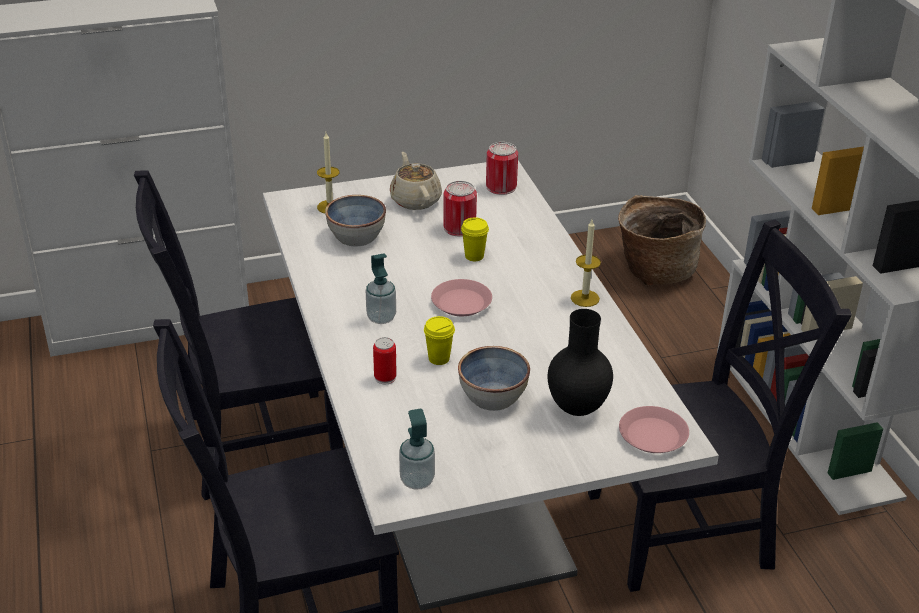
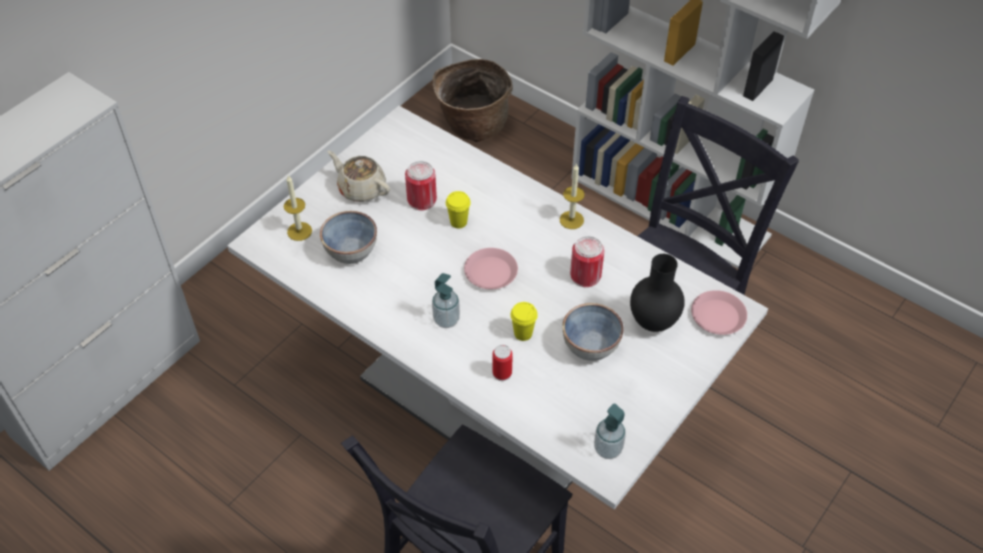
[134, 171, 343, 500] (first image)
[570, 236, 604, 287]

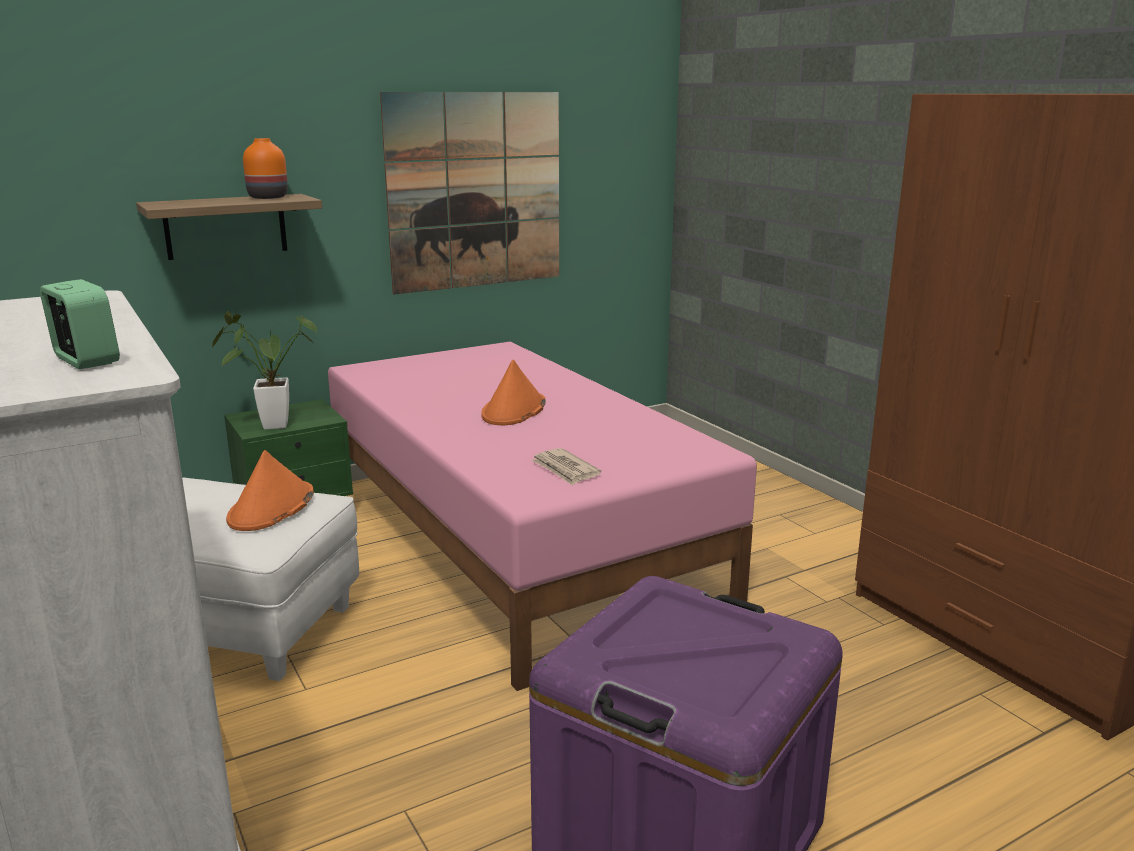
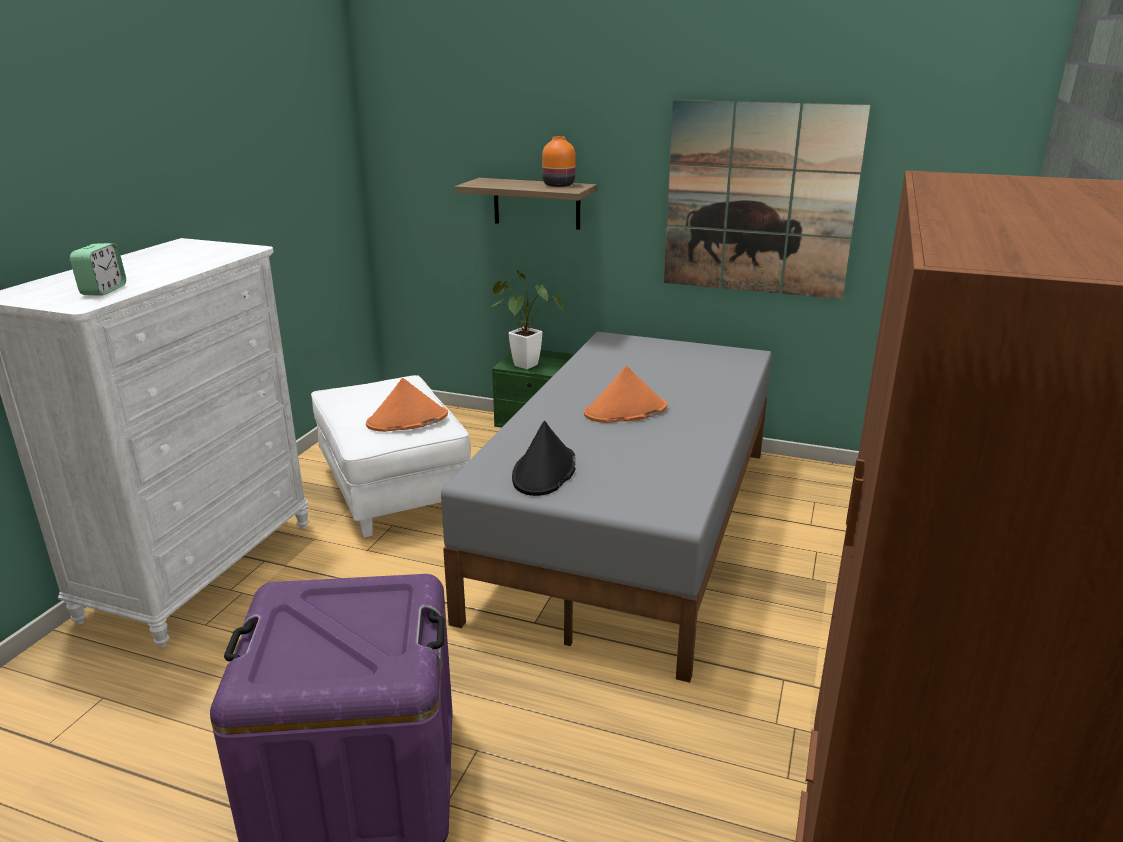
[512, 421, 576, 496]
[441, 332, 772, 683]

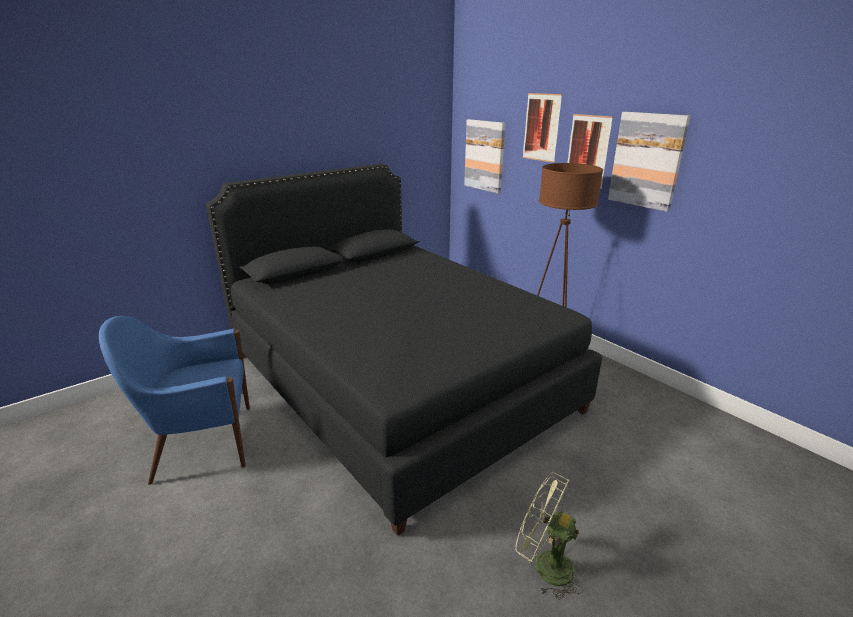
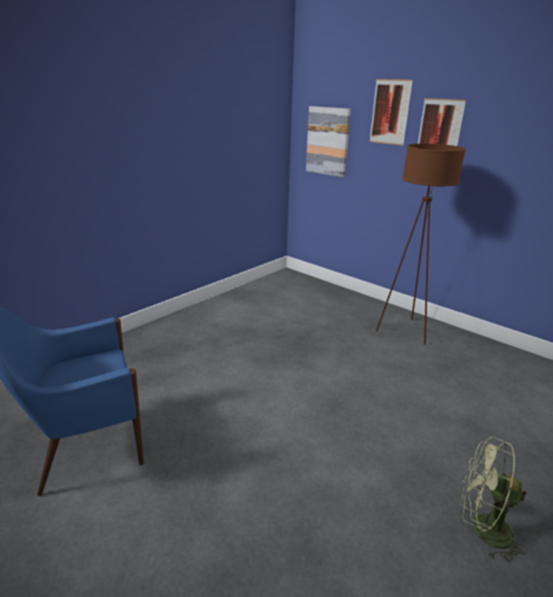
[206, 164, 602, 536] (first image)
[608, 112, 690, 212] (first image)

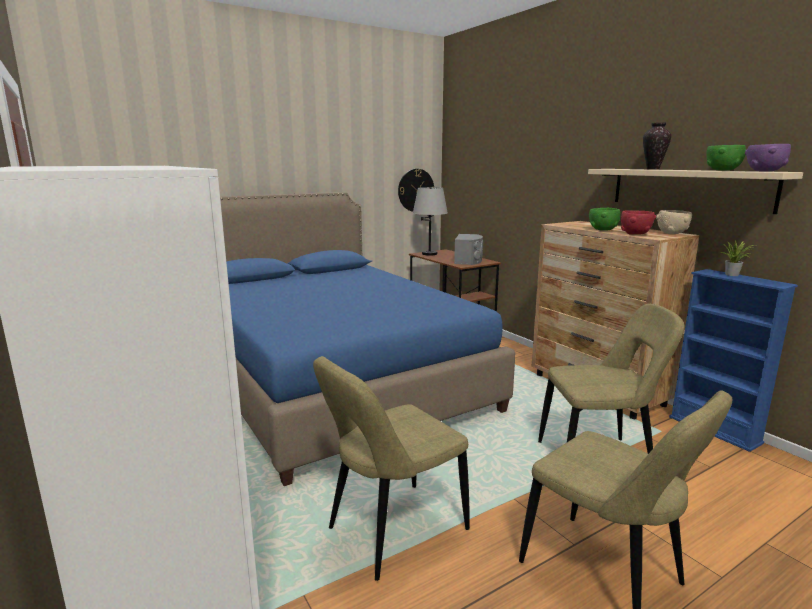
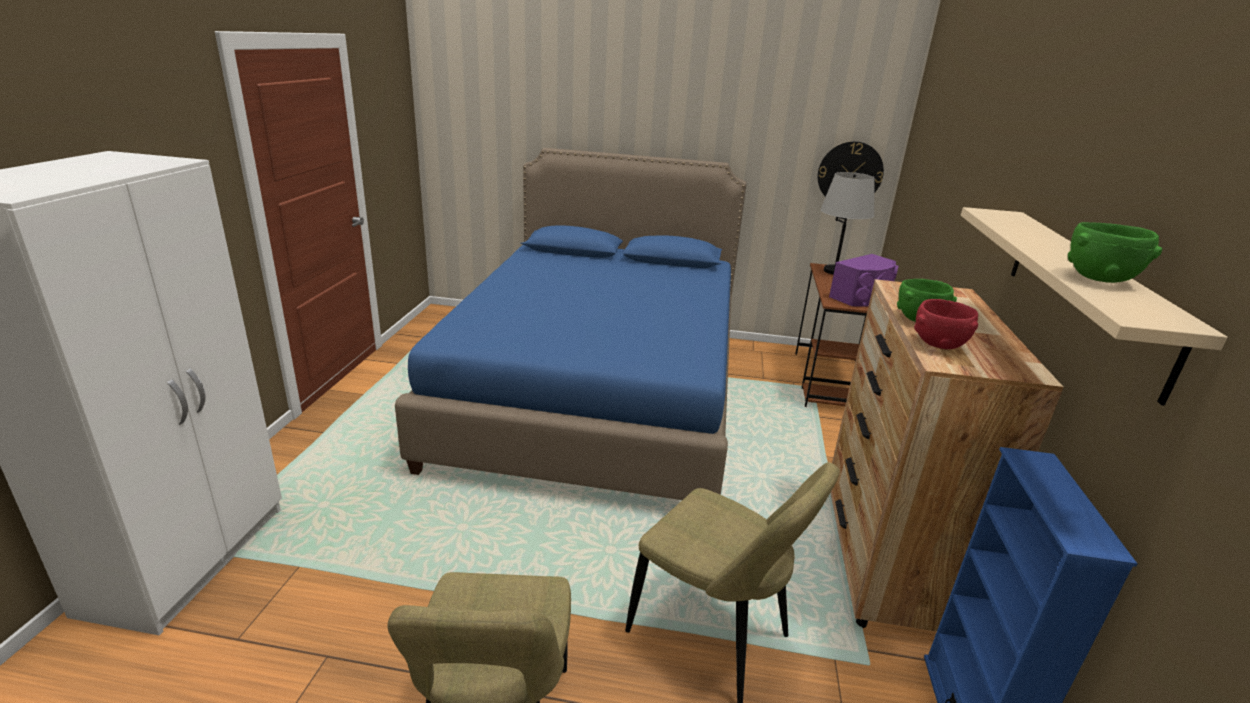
[313, 356, 470, 581] (first image)
[643, 122, 671, 170] (first image)
[656, 210, 692, 234] (first image)
[721, 240, 754, 276] (first image)
[745, 144, 791, 172] (first image)
[829, 254, 898, 307]

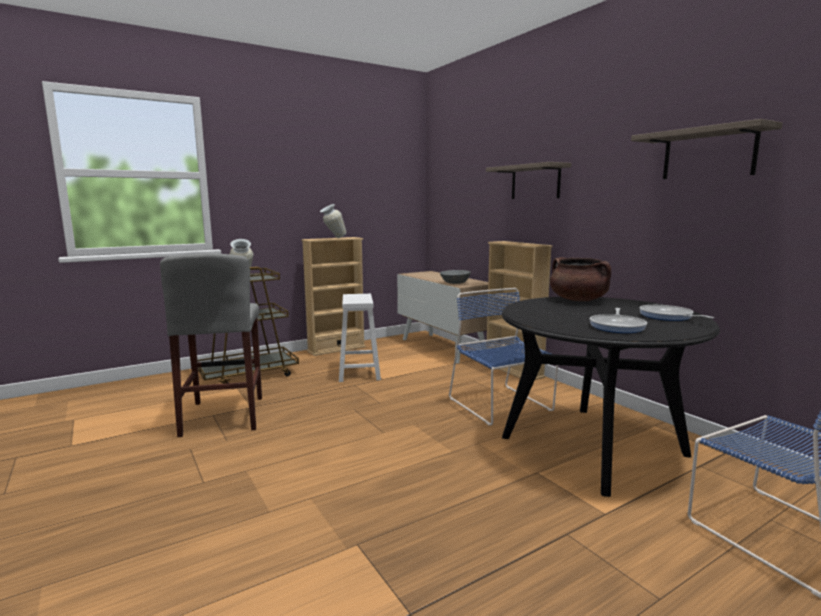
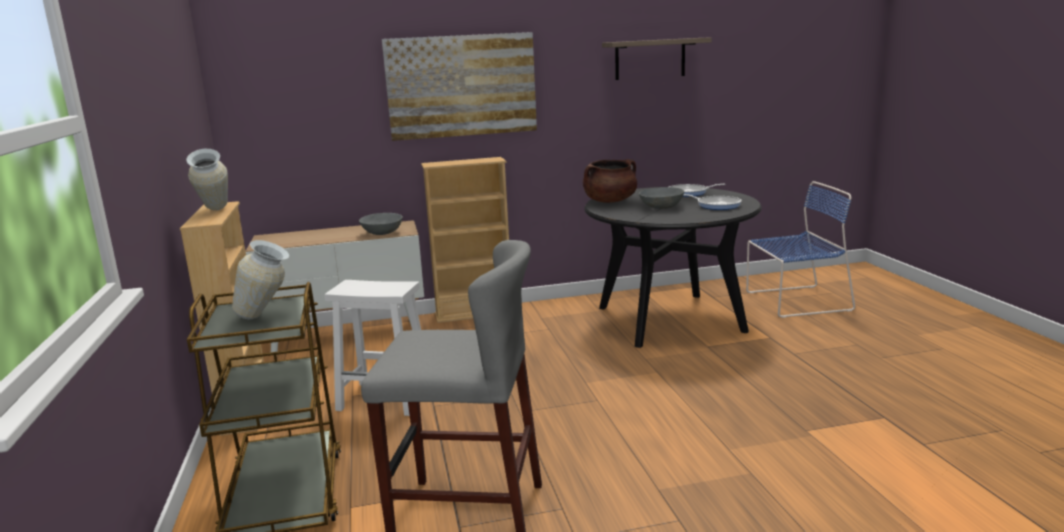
[449, 288, 558, 425] (first image)
[639, 187, 684, 209]
[382, 32, 537, 141]

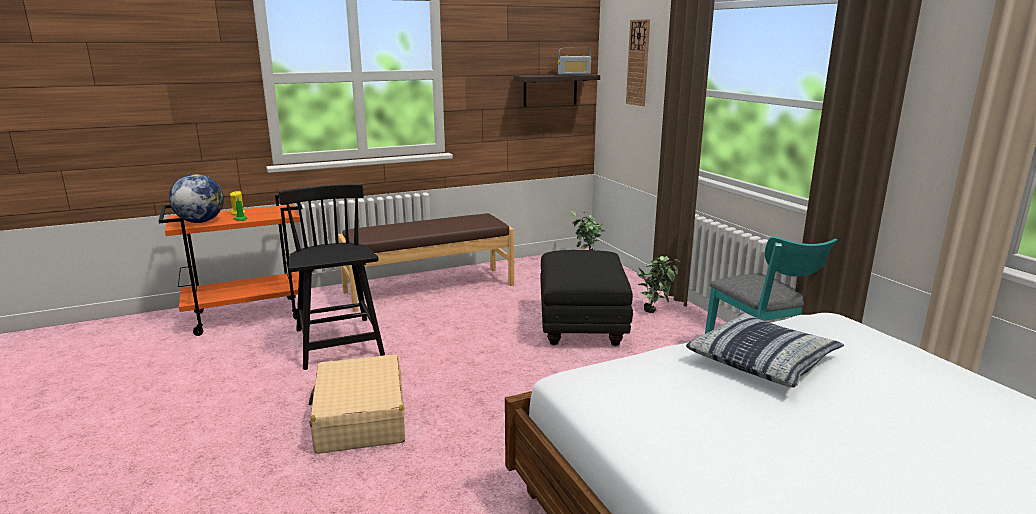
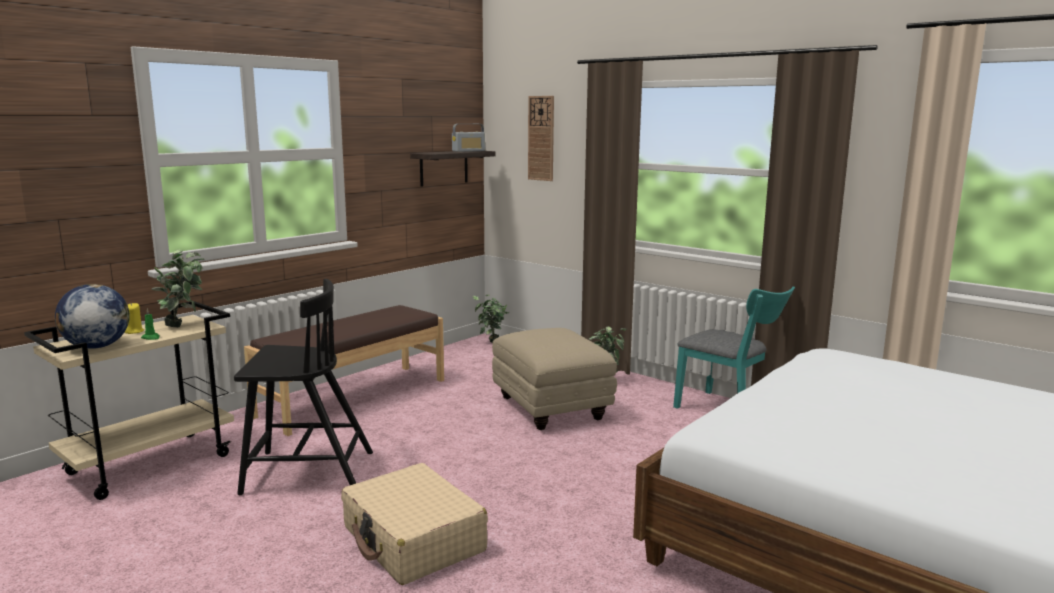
[686, 312, 844, 388] (first image)
[152, 249, 205, 327]
[24, 301, 234, 500]
[492, 328, 617, 430]
[234, 279, 373, 495]

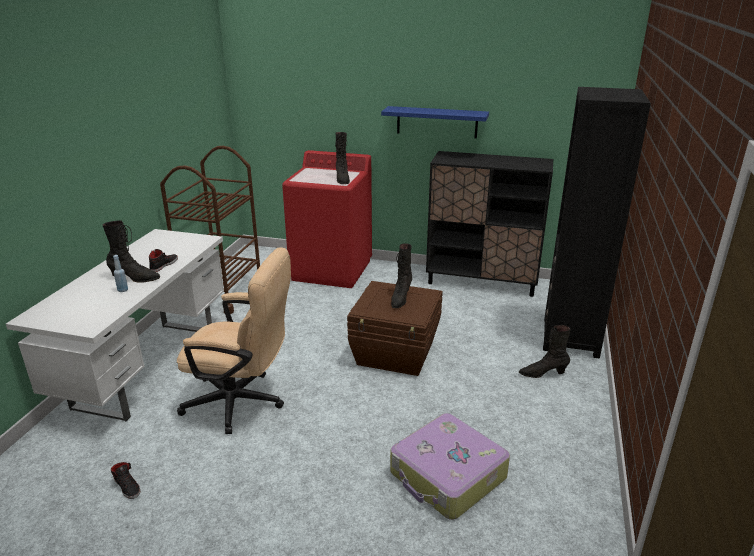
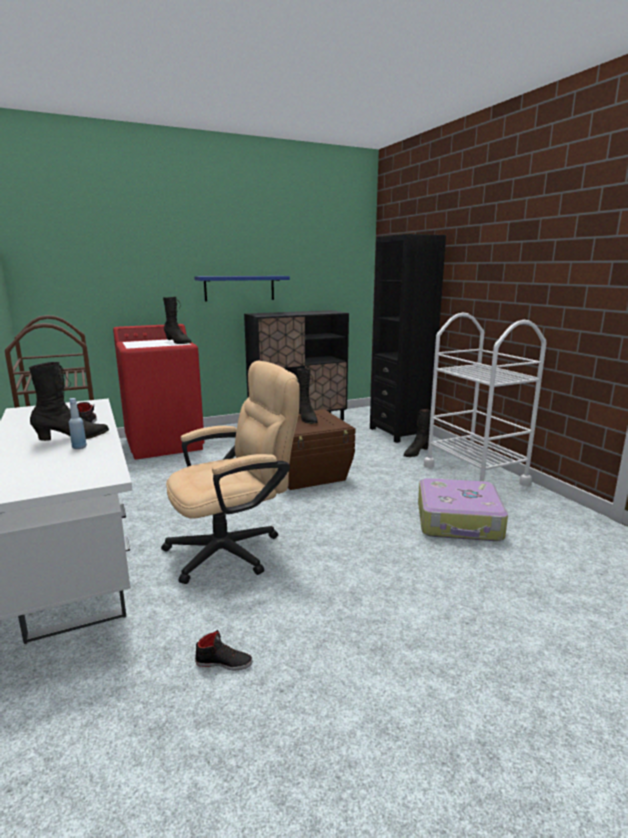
[424, 312, 547, 486]

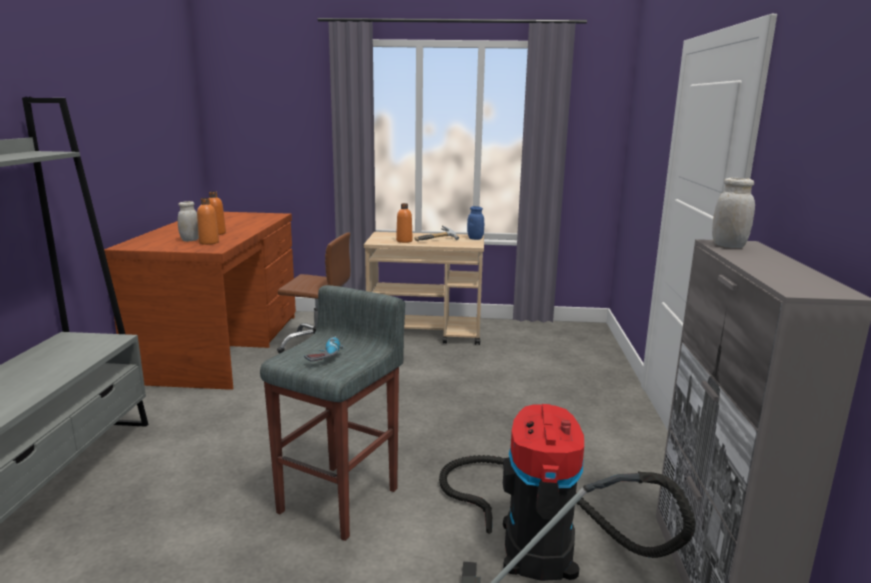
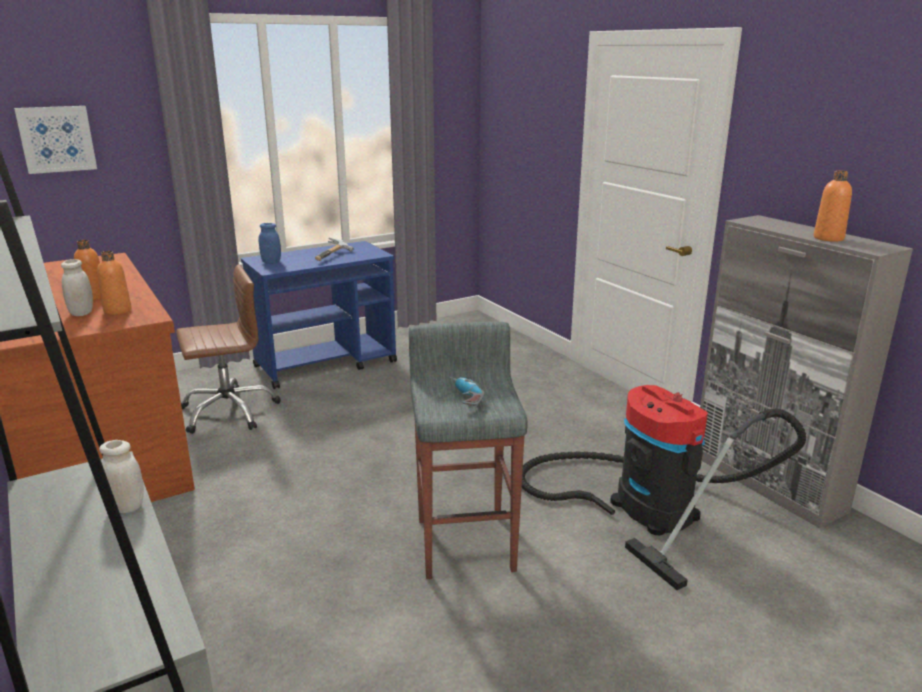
[14, 106, 97, 174]
[814, 170, 852, 242]
[259, 223, 281, 264]
[99, 440, 144, 513]
[241, 241, 397, 389]

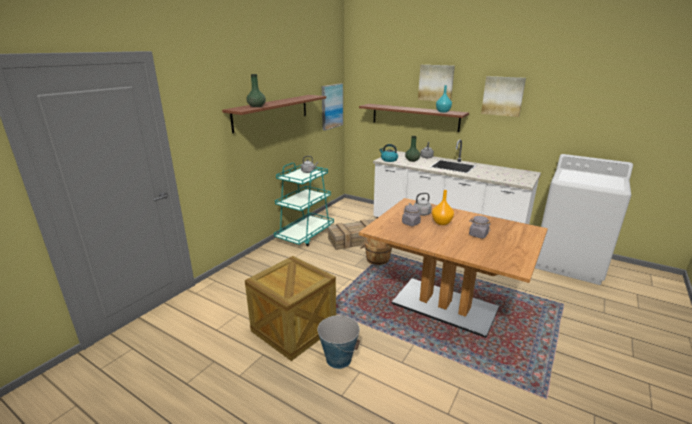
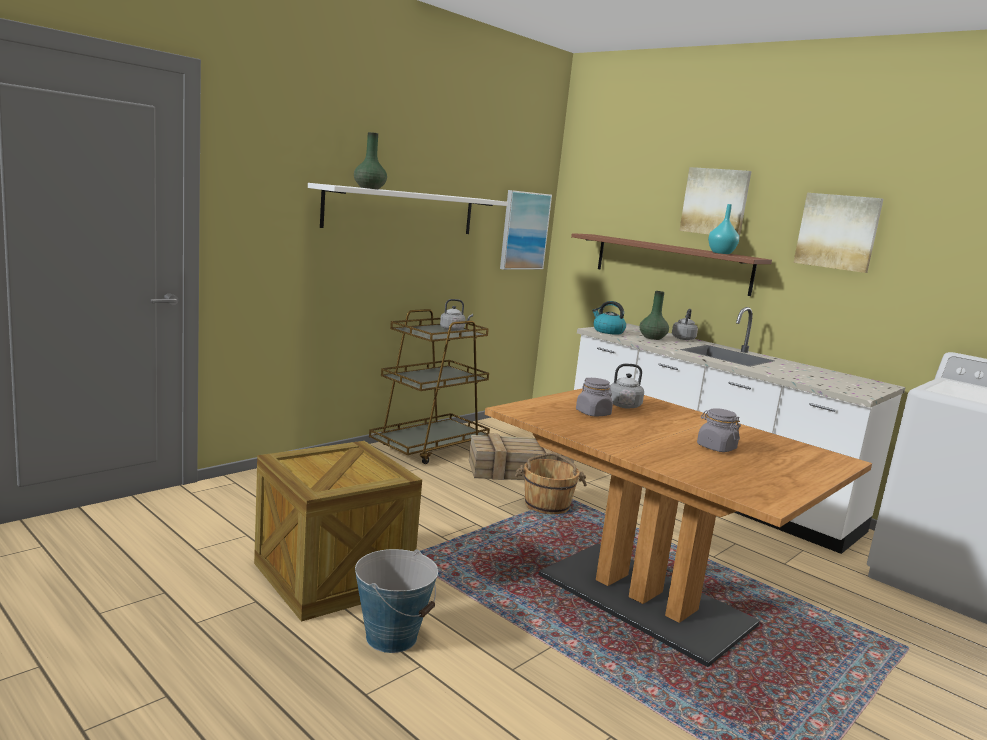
[432, 190, 454, 225] (first image)
[308, 183, 508, 234]
[369, 309, 490, 464]

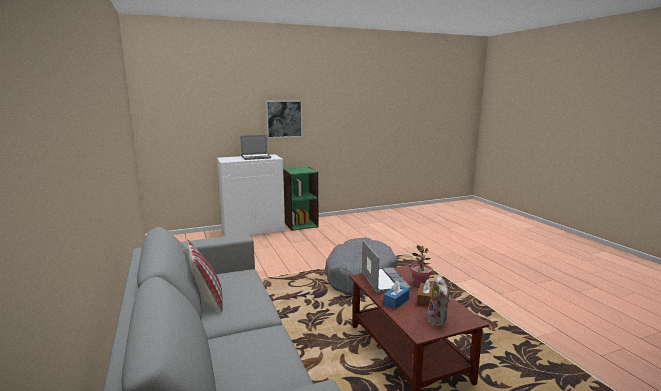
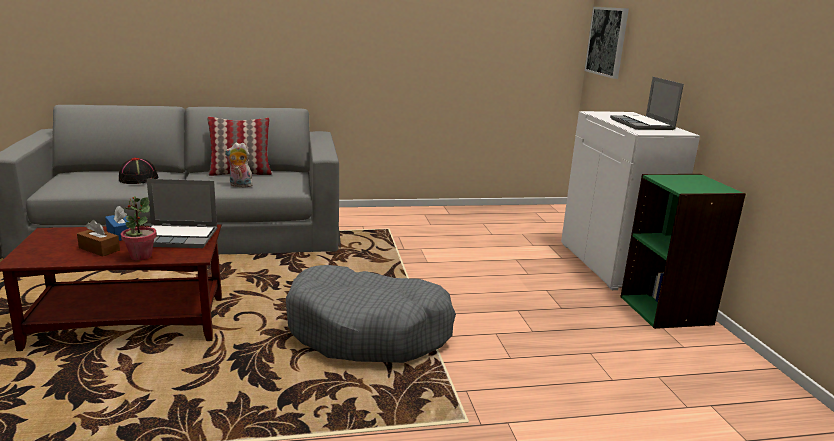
[119, 158, 159, 184]
[584, 7, 629, 79]
[225, 142, 253, 187]

